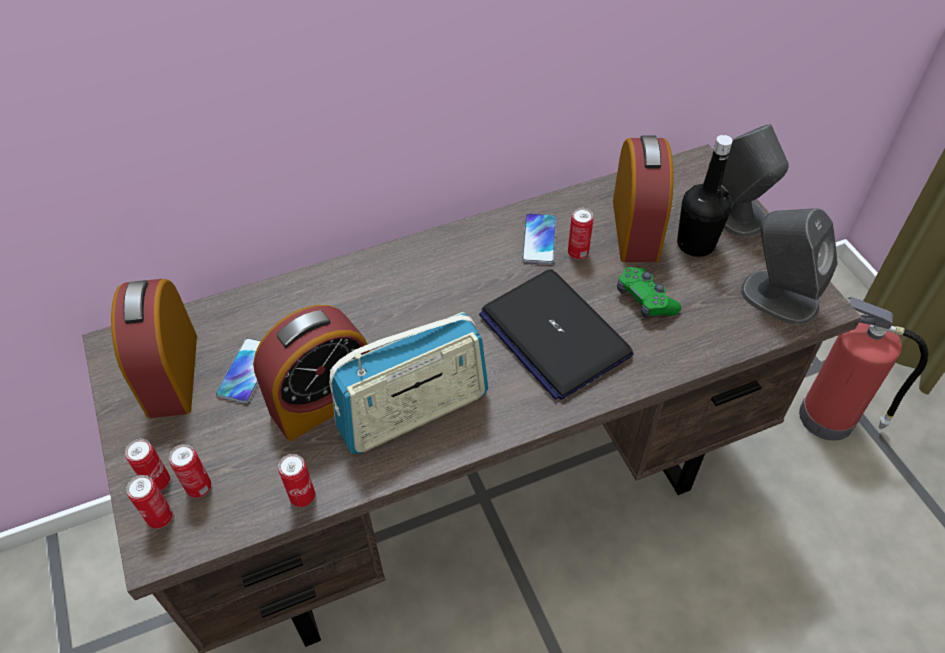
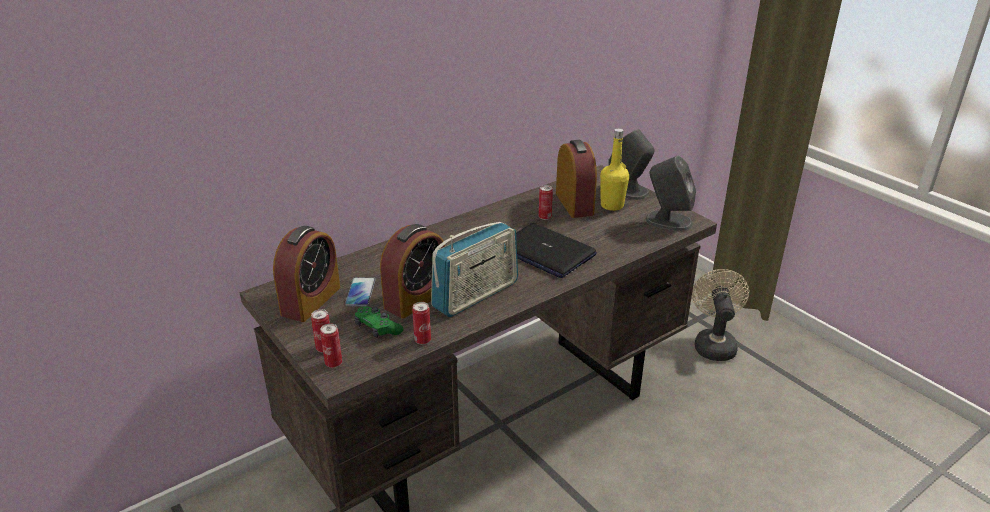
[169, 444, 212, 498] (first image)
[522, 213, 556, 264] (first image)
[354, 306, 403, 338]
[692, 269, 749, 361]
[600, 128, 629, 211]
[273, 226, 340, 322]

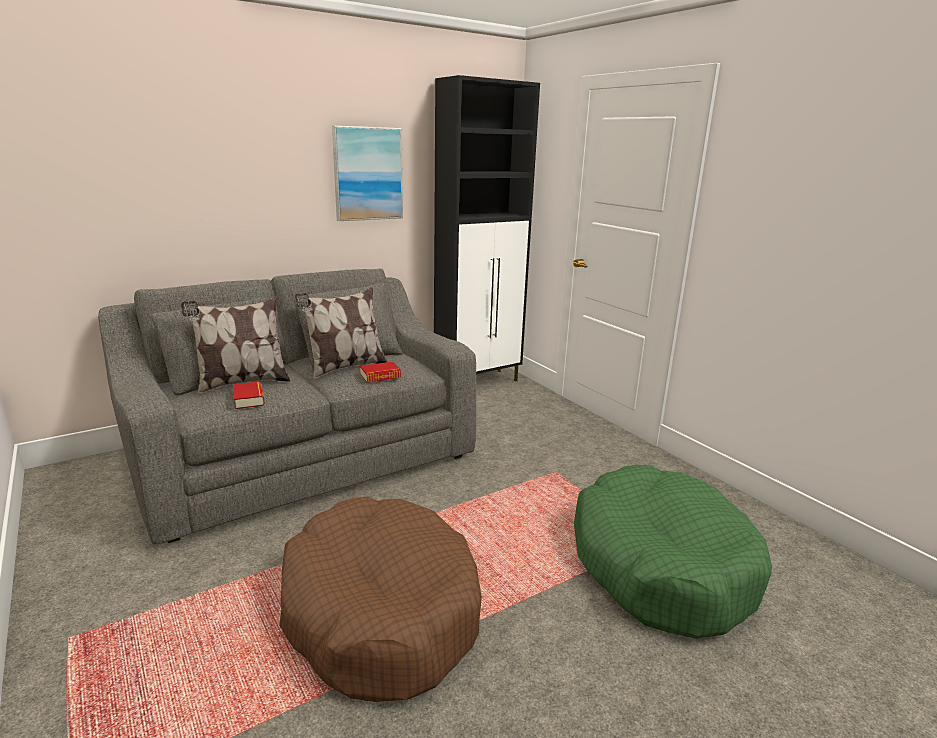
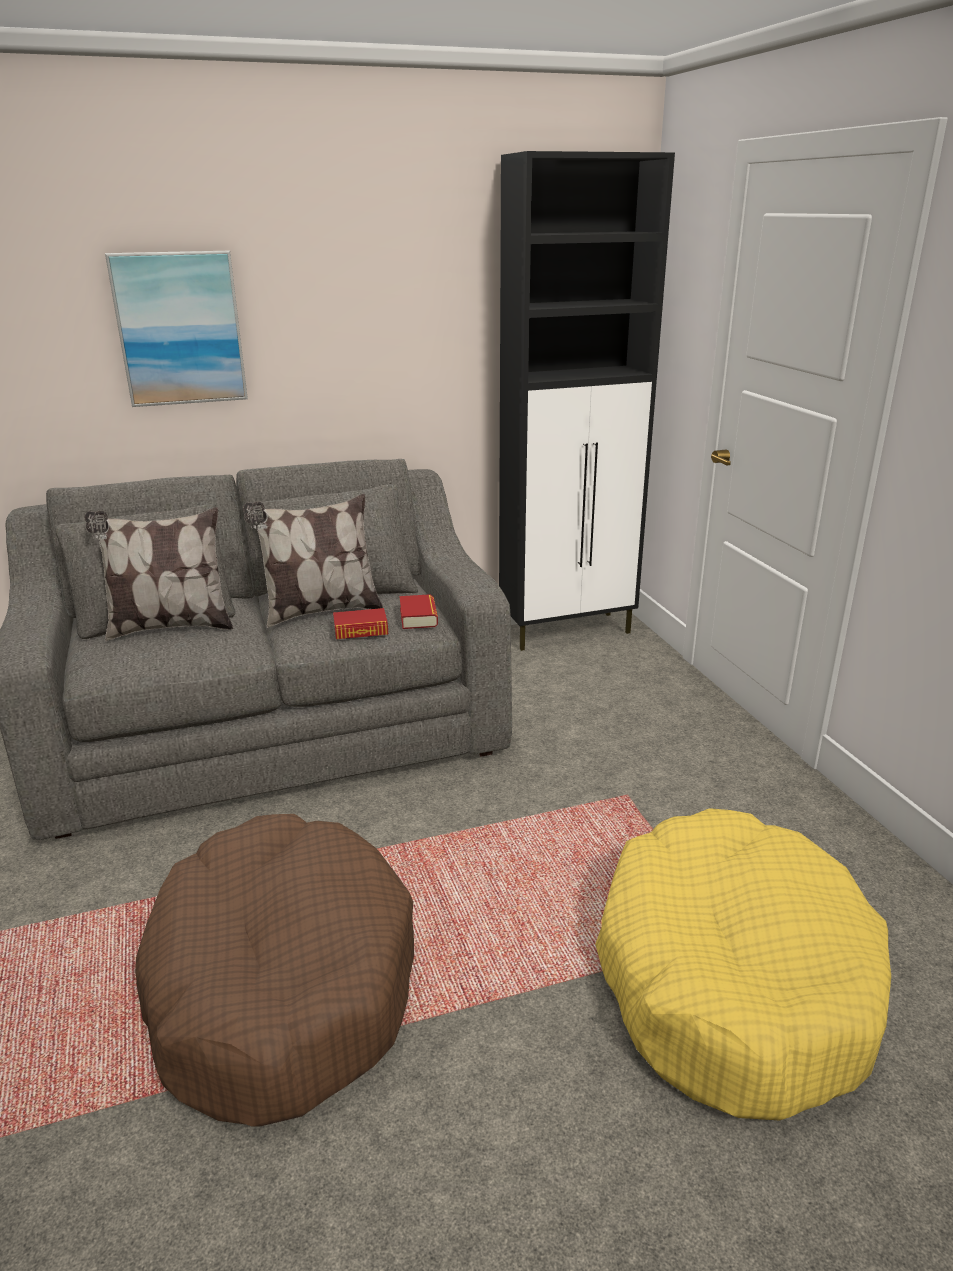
[399, 594, 438, 629]
[105, 251, 248, 407]
[595, 808, 891, 1121]

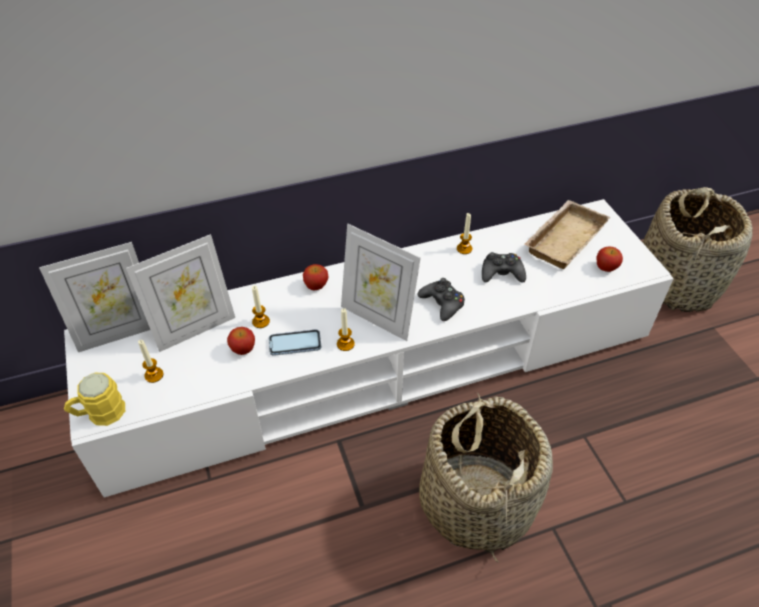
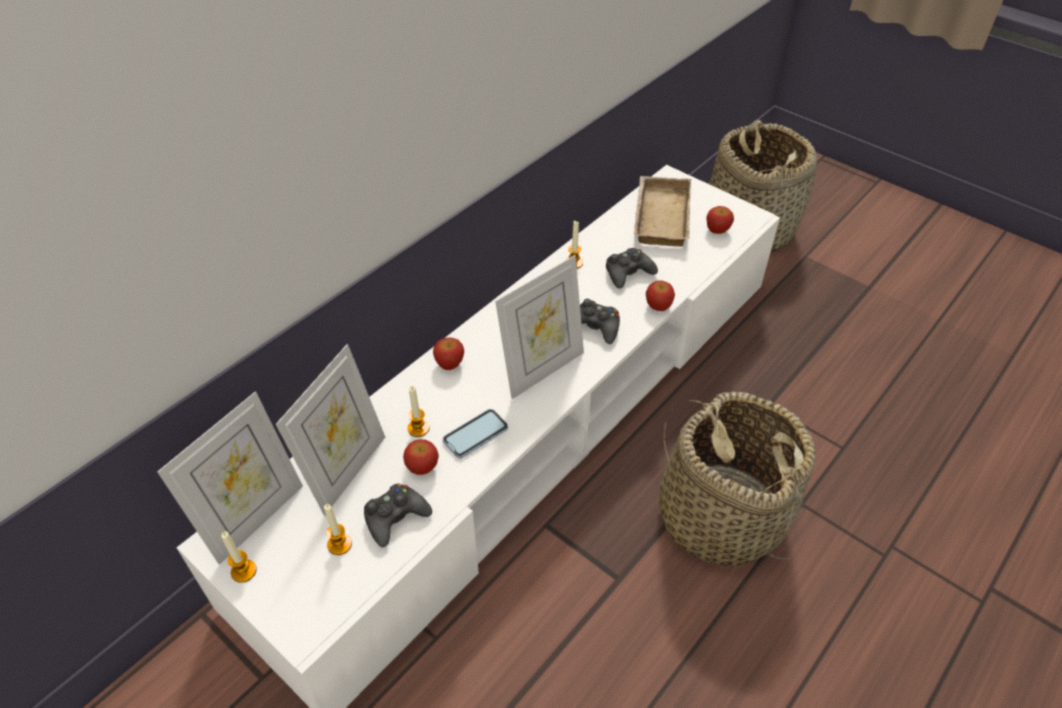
[64, 373, 125, 426] (first image)
[364, 484, 432, 547]
[646, 280, 675, 311]
[221, 531, 257, 583]
[495, 255, 584, 399]

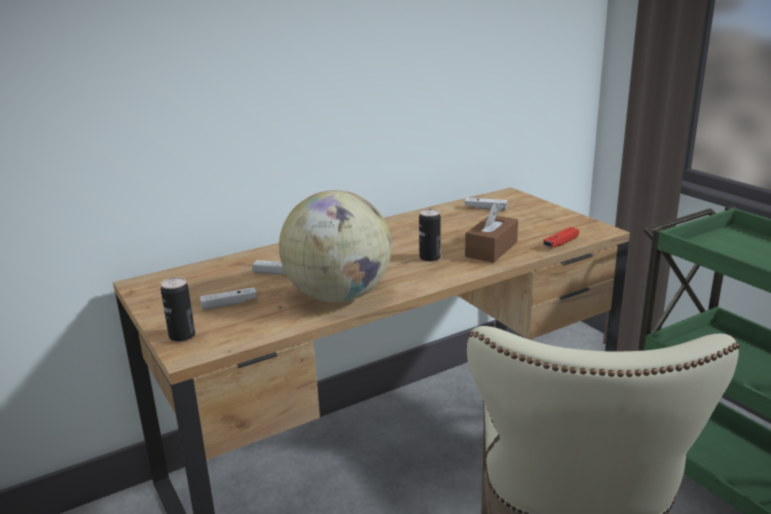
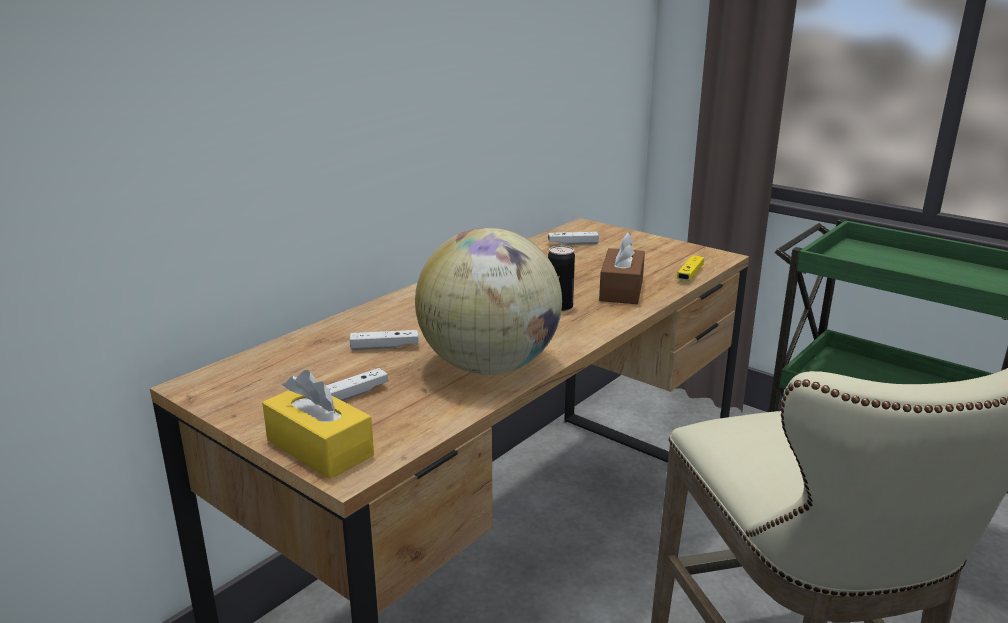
[262, 370, 374, 479]
[677, 255, 704, 281]

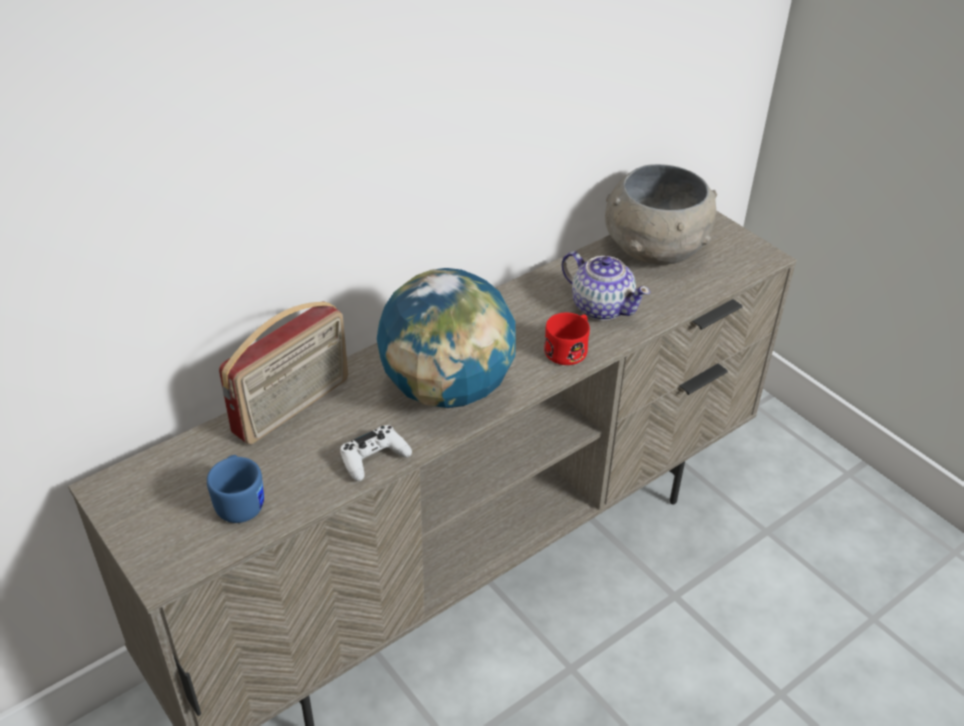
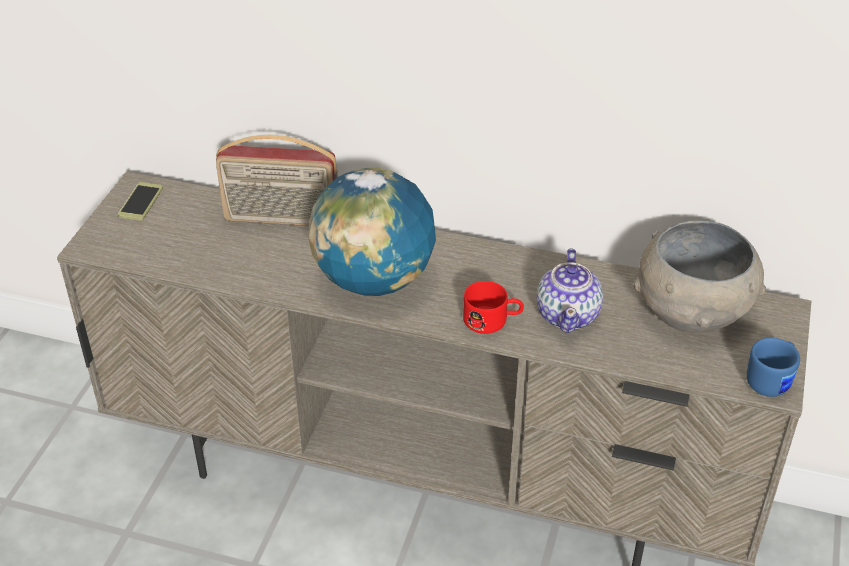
[340, 425, 412, 481] (first image)
[118, 182, 163, 221]
[747, 338, 800, 397]

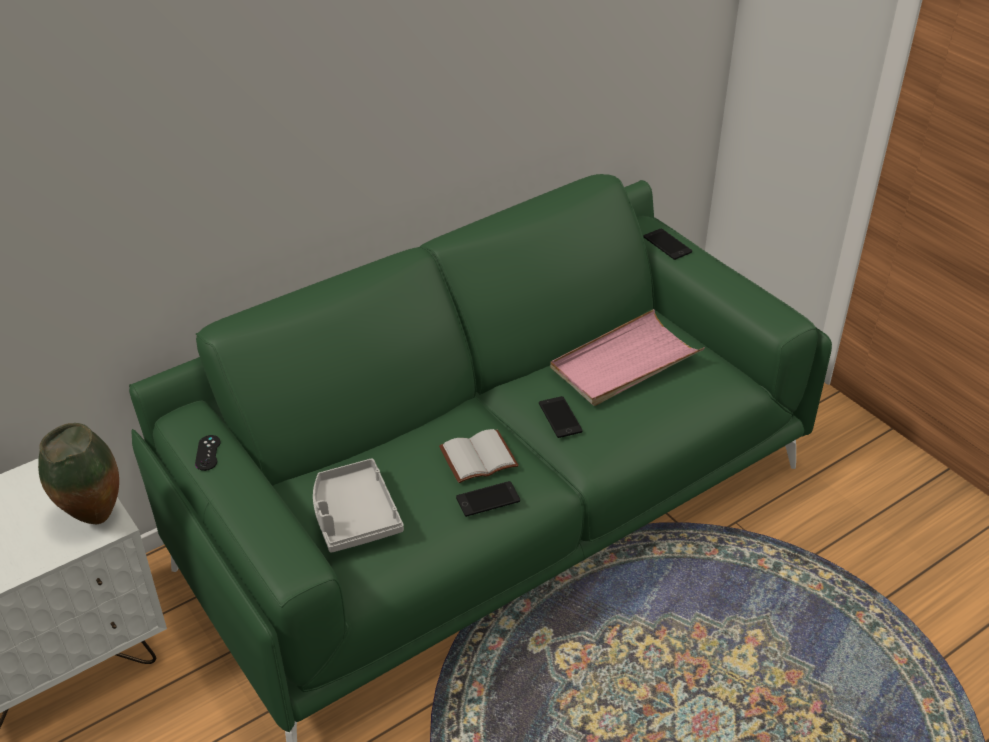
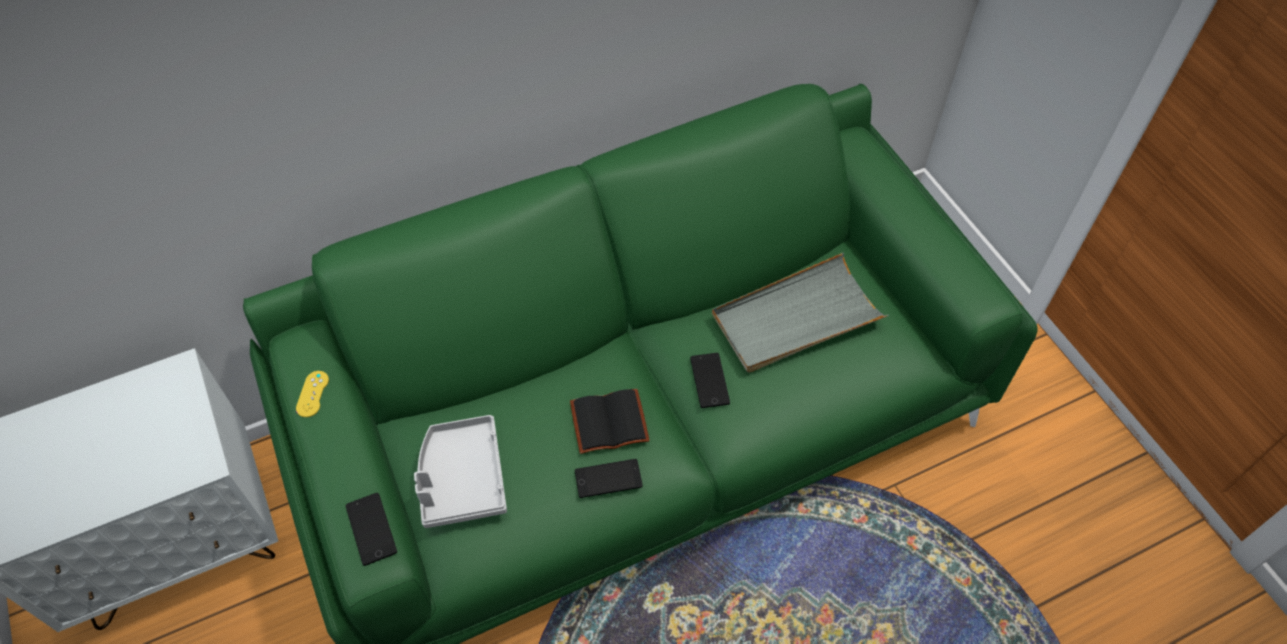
[38, 423, 119, 524] (first image)
[346, 493, 397, 566]
[296, 371, 329, 417]
[570, 389, 650, 454]
[712, 253, 889, 373]

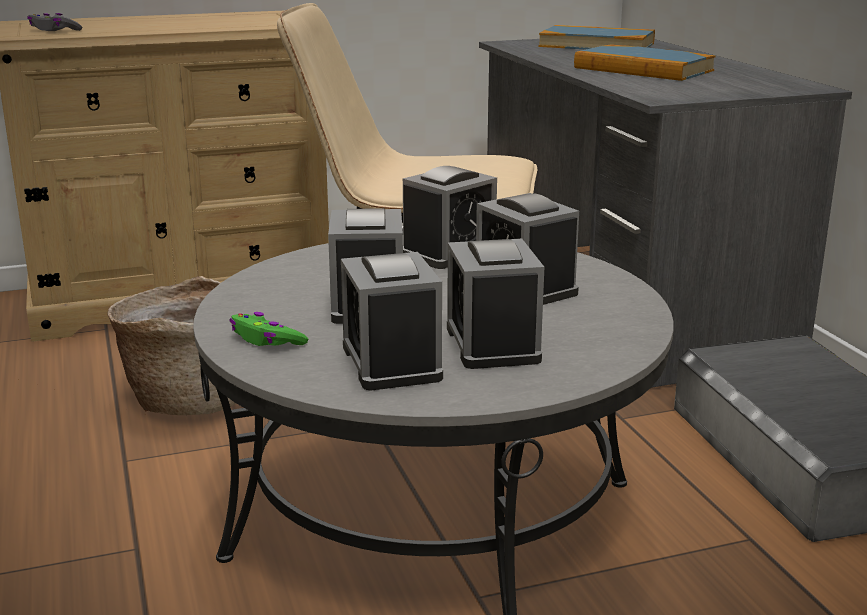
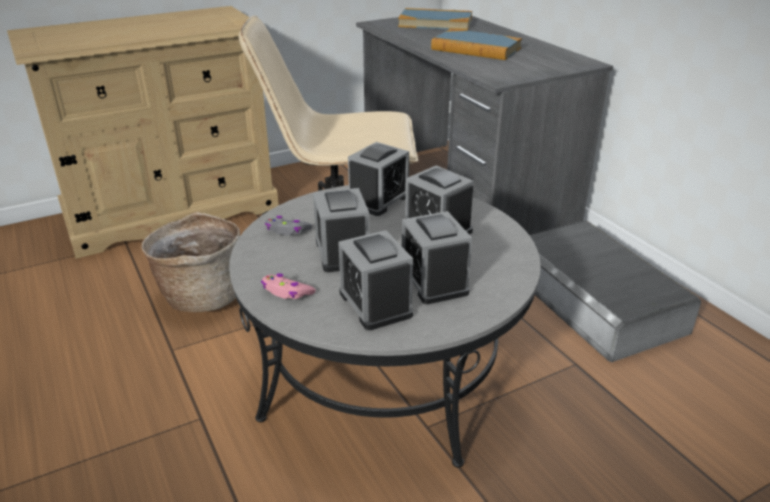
[265, 216, 312, 235]
[261, 273, 316, 299]

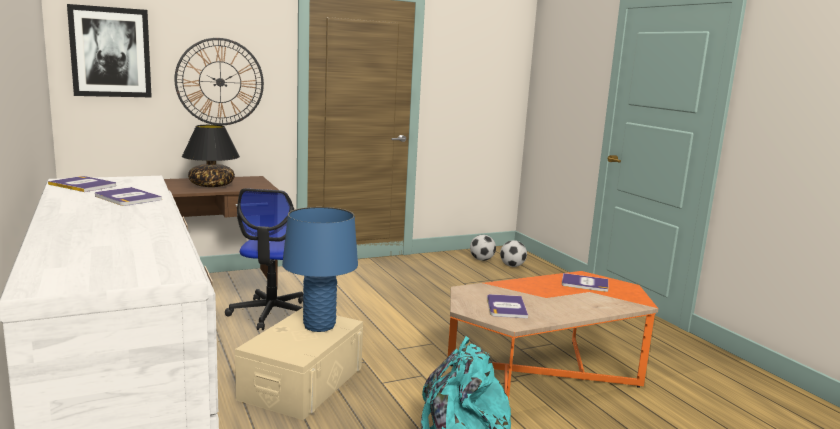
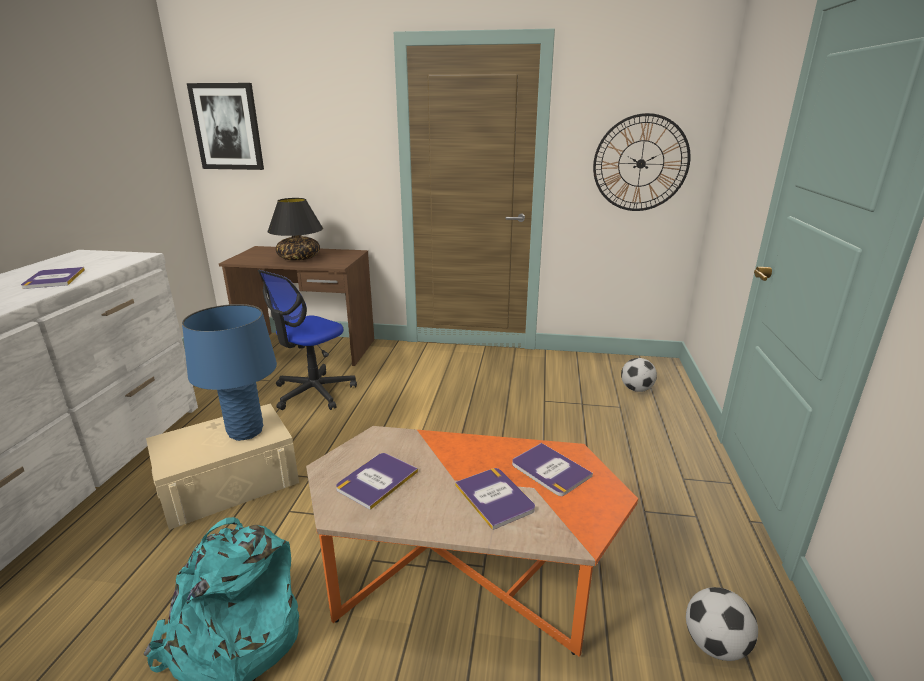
[455, 468, 535, 530]
[593, 113, 691, 211]
[686, 587, 758, 661]

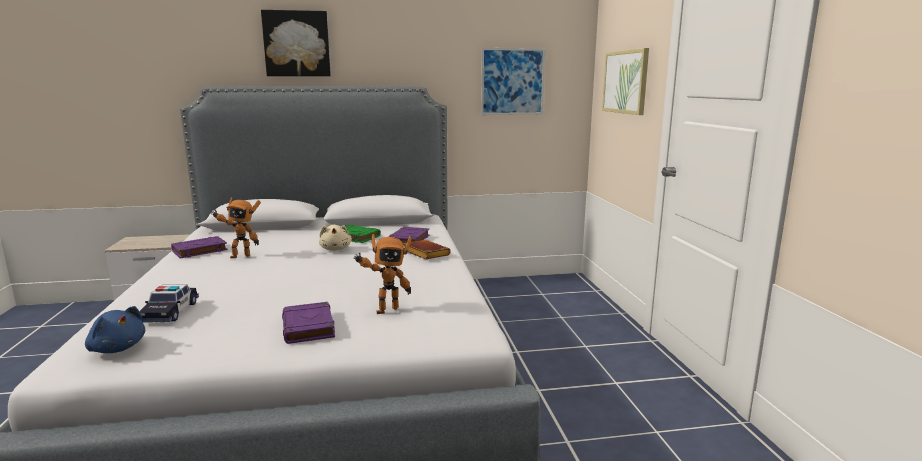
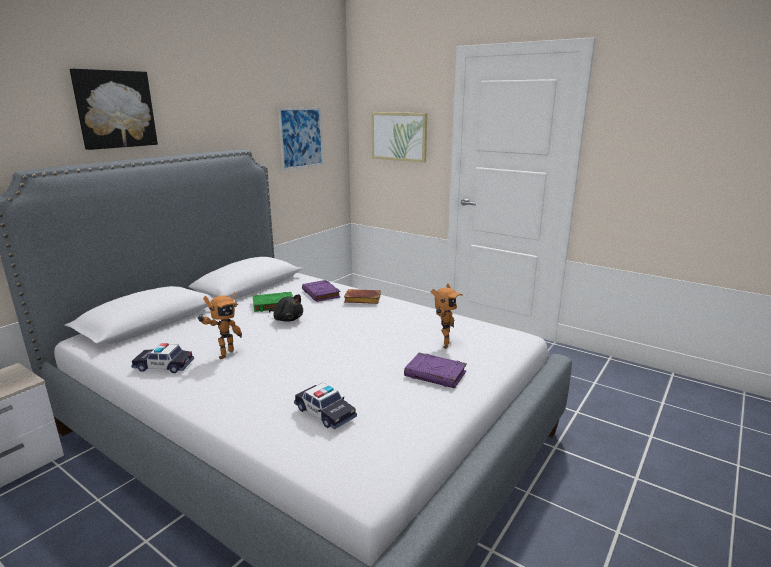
[85, 306, 145, 353] (first image)
[131, 343, 194, 373]
[269, 294, 303, 322]

